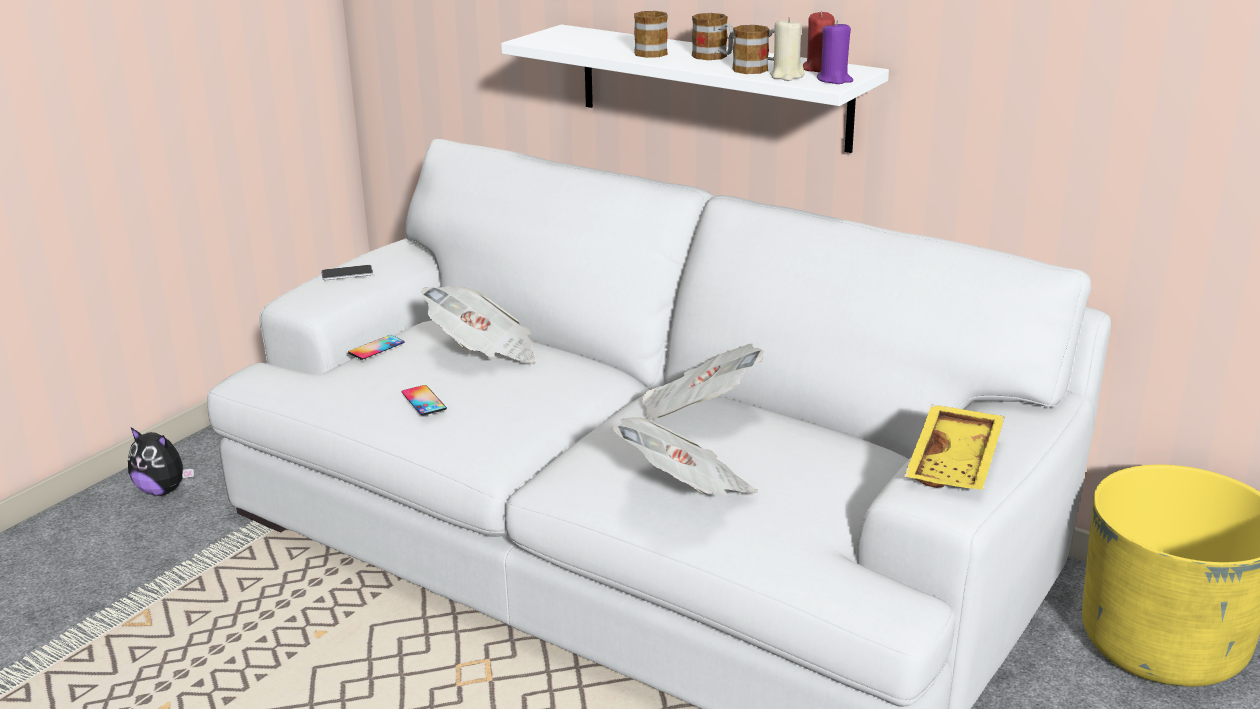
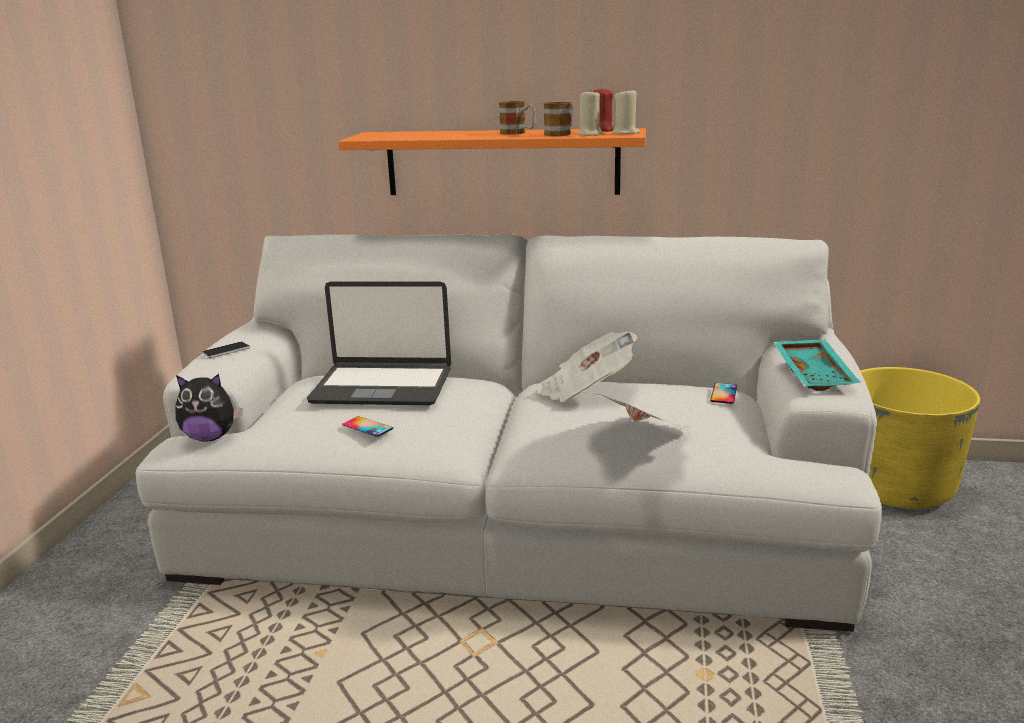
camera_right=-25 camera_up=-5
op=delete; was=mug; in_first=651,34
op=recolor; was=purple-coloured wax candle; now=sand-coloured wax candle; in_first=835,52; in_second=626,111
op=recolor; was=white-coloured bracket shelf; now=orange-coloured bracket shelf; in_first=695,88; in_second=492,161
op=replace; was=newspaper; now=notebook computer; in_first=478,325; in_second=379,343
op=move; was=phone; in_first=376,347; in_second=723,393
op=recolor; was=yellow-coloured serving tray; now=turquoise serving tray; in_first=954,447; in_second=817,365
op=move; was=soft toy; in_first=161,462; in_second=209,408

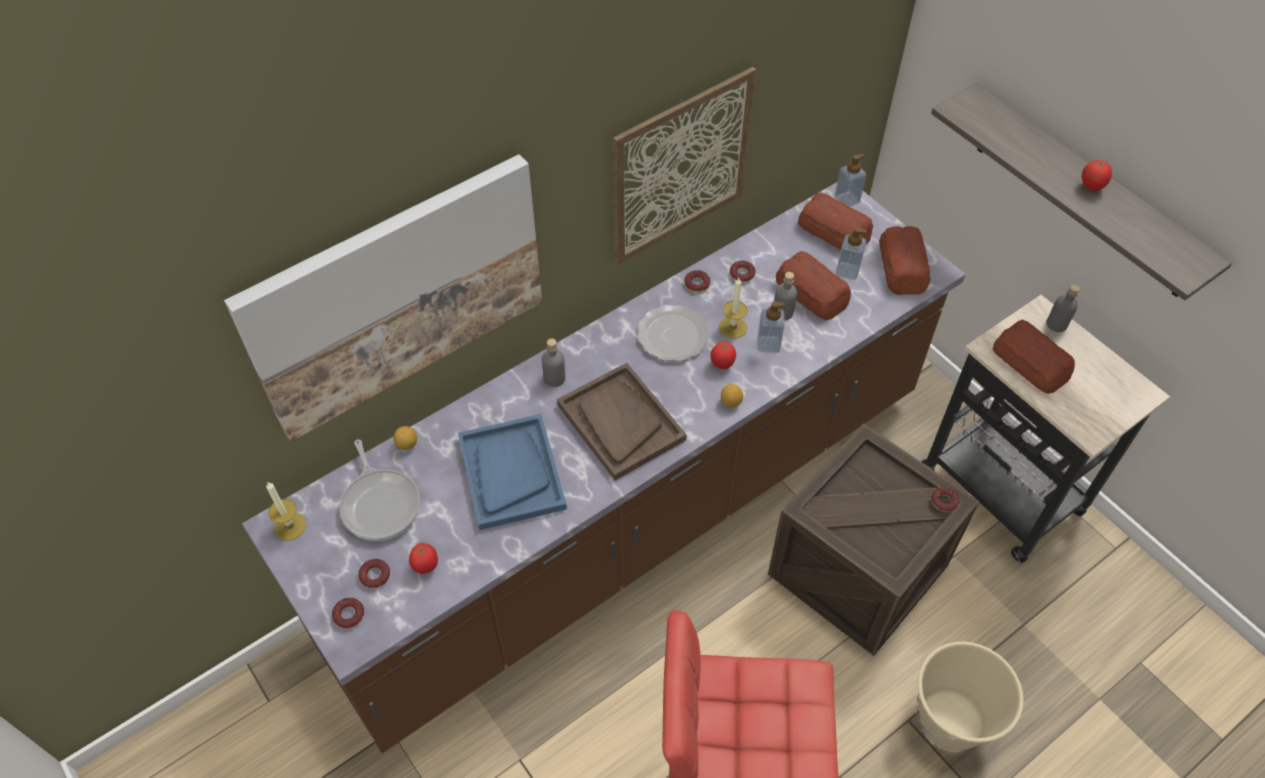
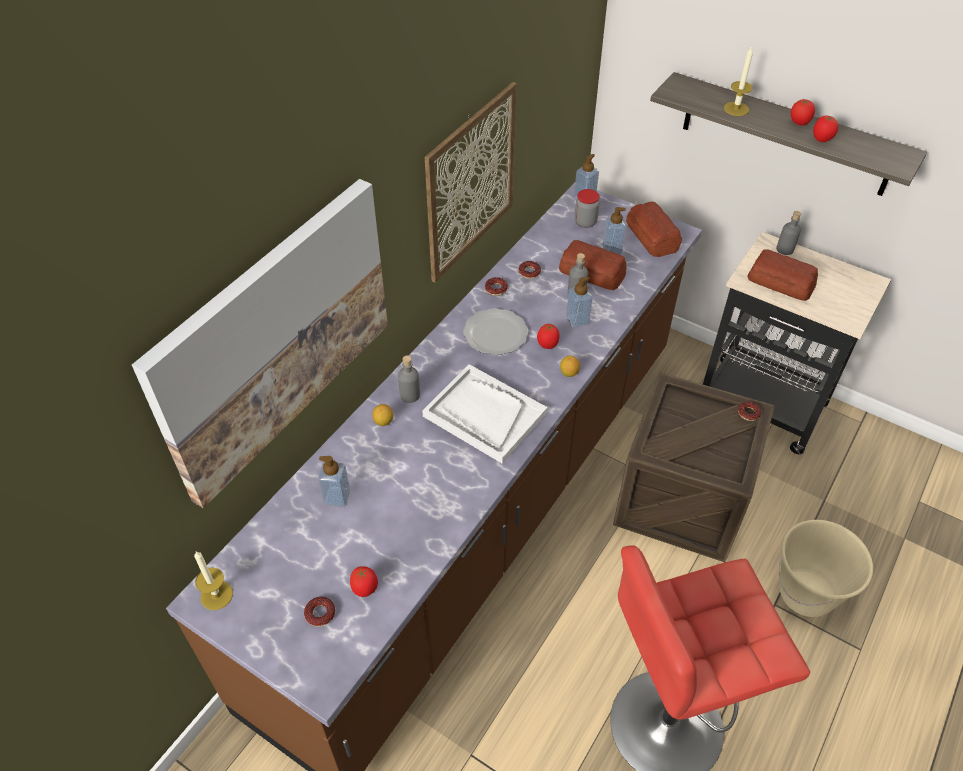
camera_right=-20 camera_up=-5
op=replace; was=bread; now=storage jar; in_first=835,221; in_second=587,208
op=move; was=wax candle; in_first=733,308; in_second=738,81
op=recolor; was=brownish serving tray; now=white-coloured serving tray; in_first=622,421; in_second=484,414
op=delete; was=blue-coloured serving tray; in_first=512,472
op=move; was=lemon; in_first=405,438; in_second=382,415
op=delete; was=skillet; in_first=379,490
op=delete; was=doughnut; in_first=348,613
op=insert; now=tomato; in_second=825,128
op=insert; now=soap dispenser; in_second=334,481

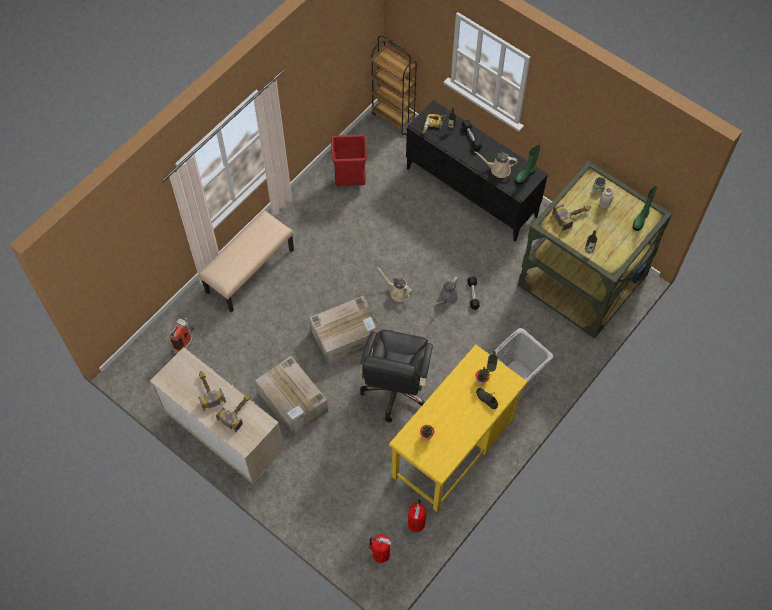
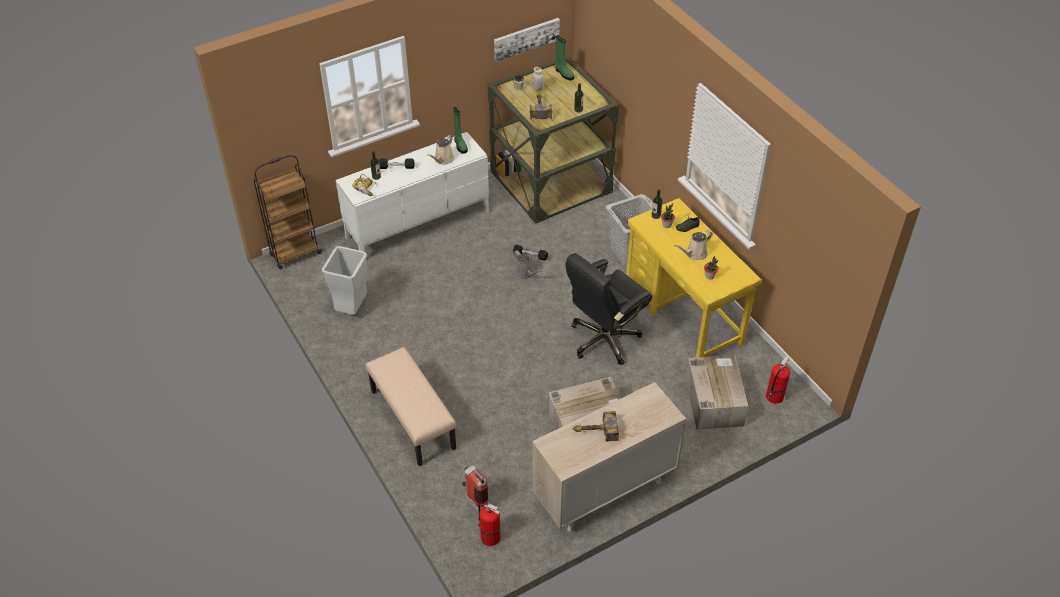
camera_right=-70 camera_up=-15
op=recolor; was=black-coloured chest of drawers; now=white-coloured chest of drawers; in_first=477,171; in_second=412,192
op=recolor; was=red waste bin; now=greyish waste bin; in_first=349,160; in_second=344,280
op=move; was=sand-coloured sprinkling can; in_first=395,284; in_second=693,245
op=move; was=carton; in_first=345,330; in_second=716,392
op=rotate; was=black-coloured office chair; in_first=396,376; in_second=609,309; clockwise=105
op=delete; was=hand hammer; in_first=233,413
op=move; was=fire extinguisher; in_first=417,515; in_second=489,524
op=insert; now=wall picture; in_second=527,40

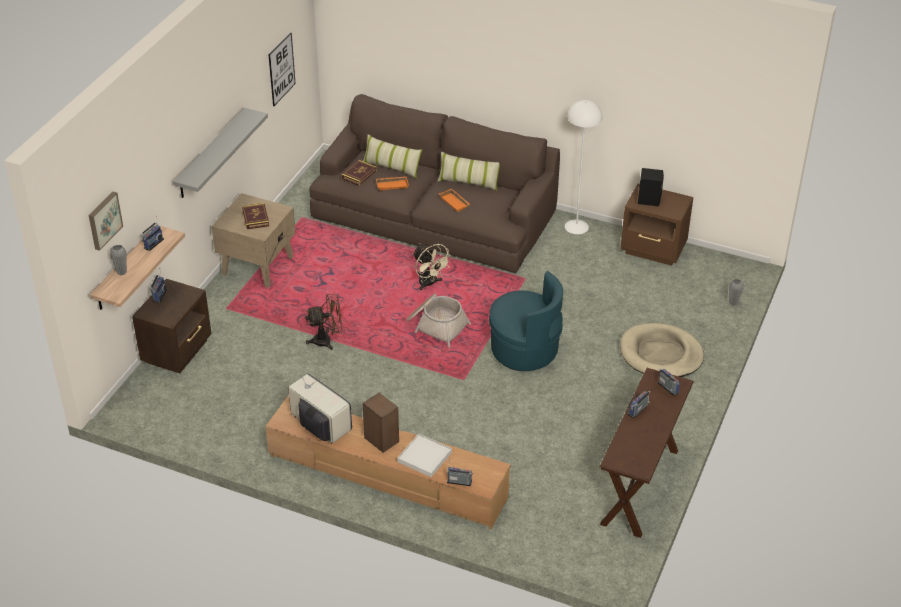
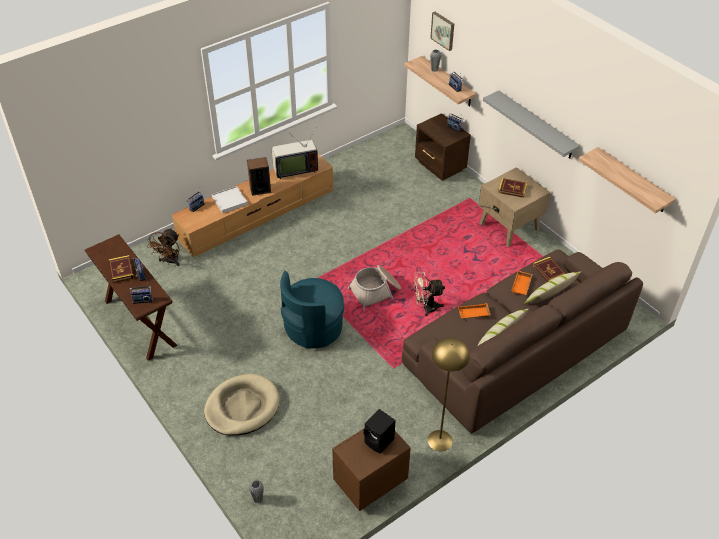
camera_right=120 camera_up=5
op=replace; was=wall picture; now=bracket shelf; in_first=282,69; in_second=627,180
op=recolor; was=white-coloured standing lamp; now=yellow-coloured standing lamp; in_first=583,167; in_second=448,394
op=move; was=brownish electric fan; in_first=324,322; in_second=163,247
op=insert; now=book; in_second=121,269

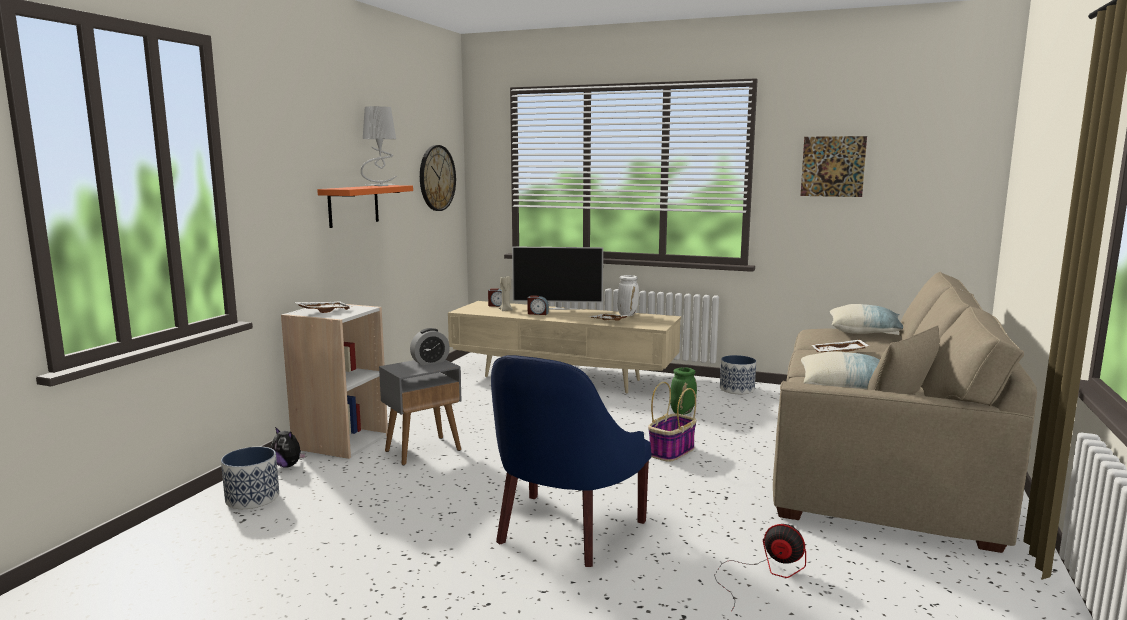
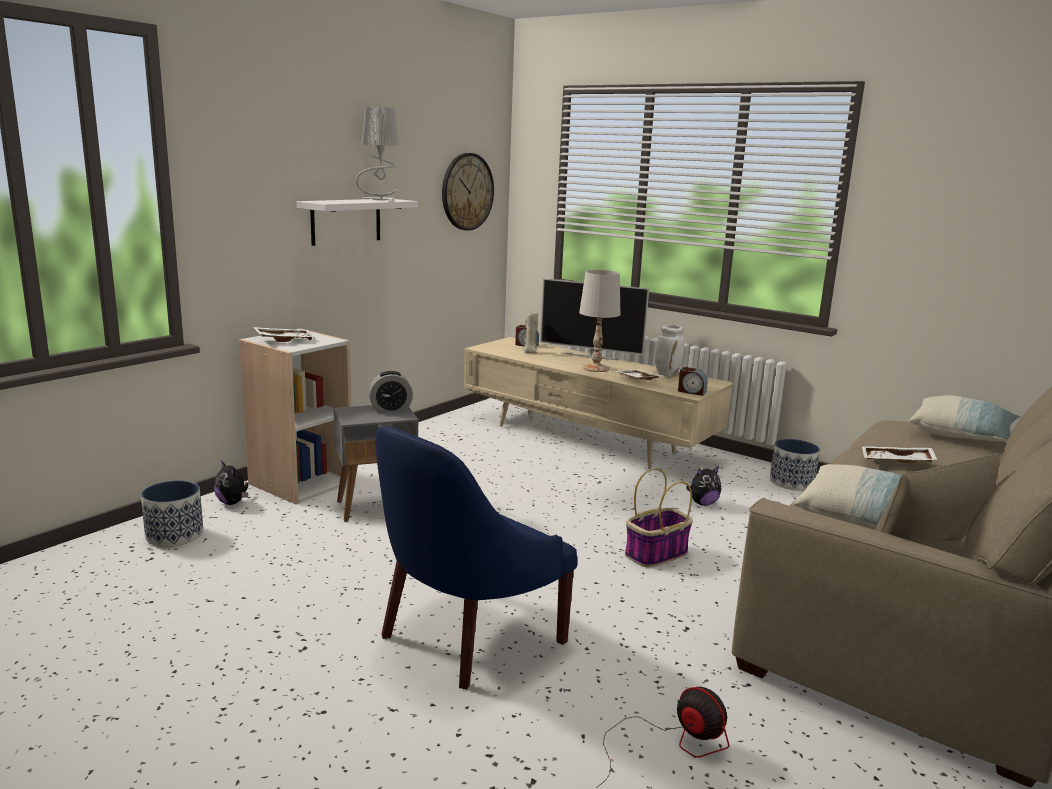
camera_right=15 camera_up=5
op=delete; was=wall picture; in_first=834,166
op=recolor; was=orange-coloured bracket shelf; now=white-coloured bracket shelf; in_first=365,206; in_second=357,222
op=move; was=bedside clock; in_first=538,305; in_second=692,381
op=replace; was=greenish decorative vase; now=soft toy; in_first=683,391; in_second=703,486
op=insert; now=white-coloured lamp for a table; in_second=600,321

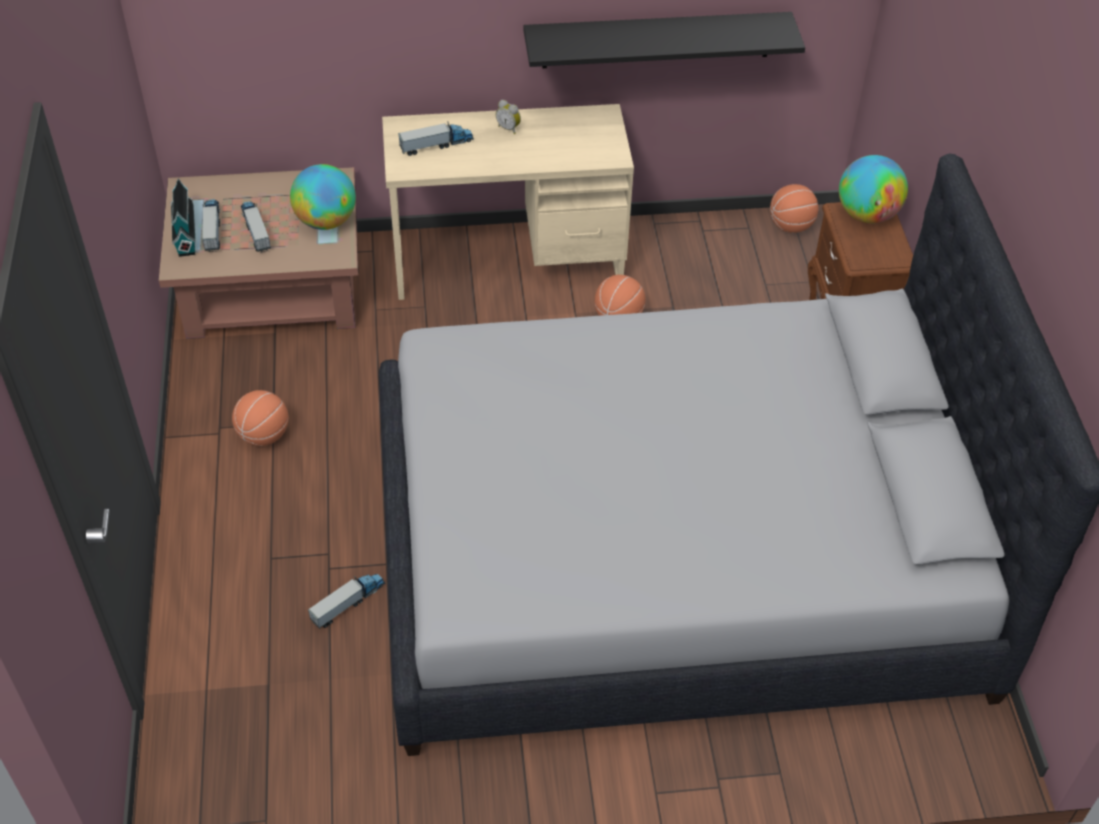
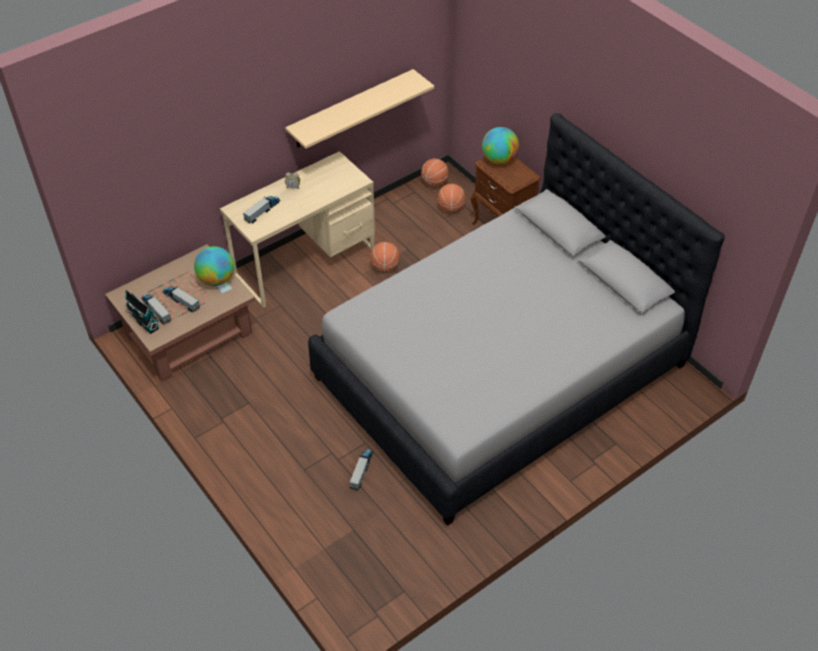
camera_right=-30 camera_up=0
op=recolor; was=black-coloured bracket shelf; now=sand-coloured bracket shelf; in_first=664,40; in_second=359,109
op=move; was=basketball ball; in_first=260,418; in_second=451,198

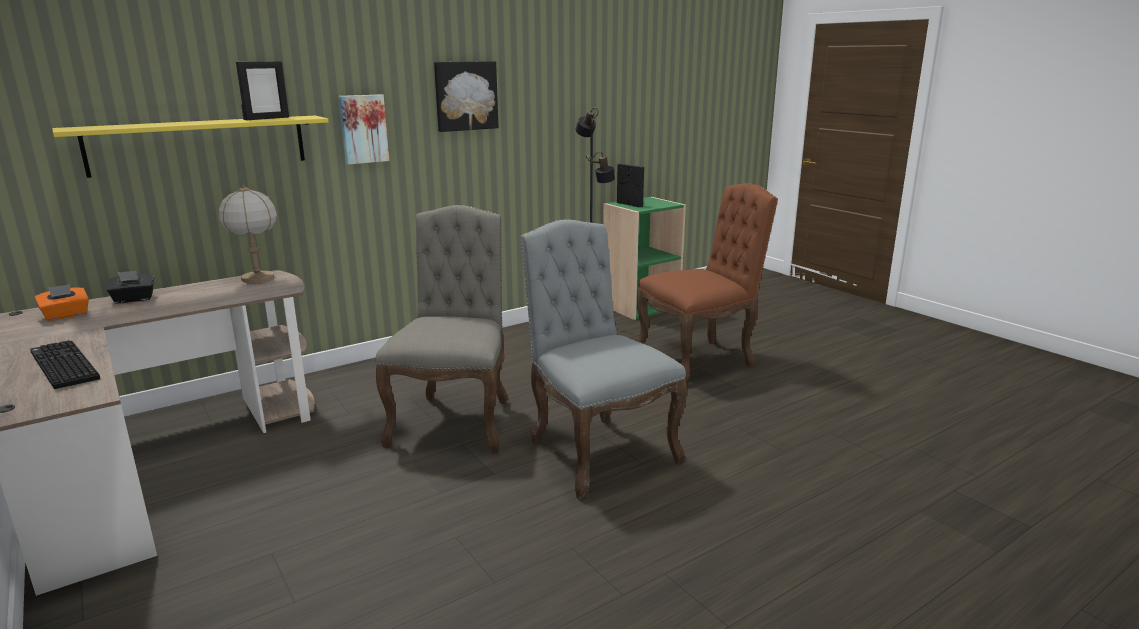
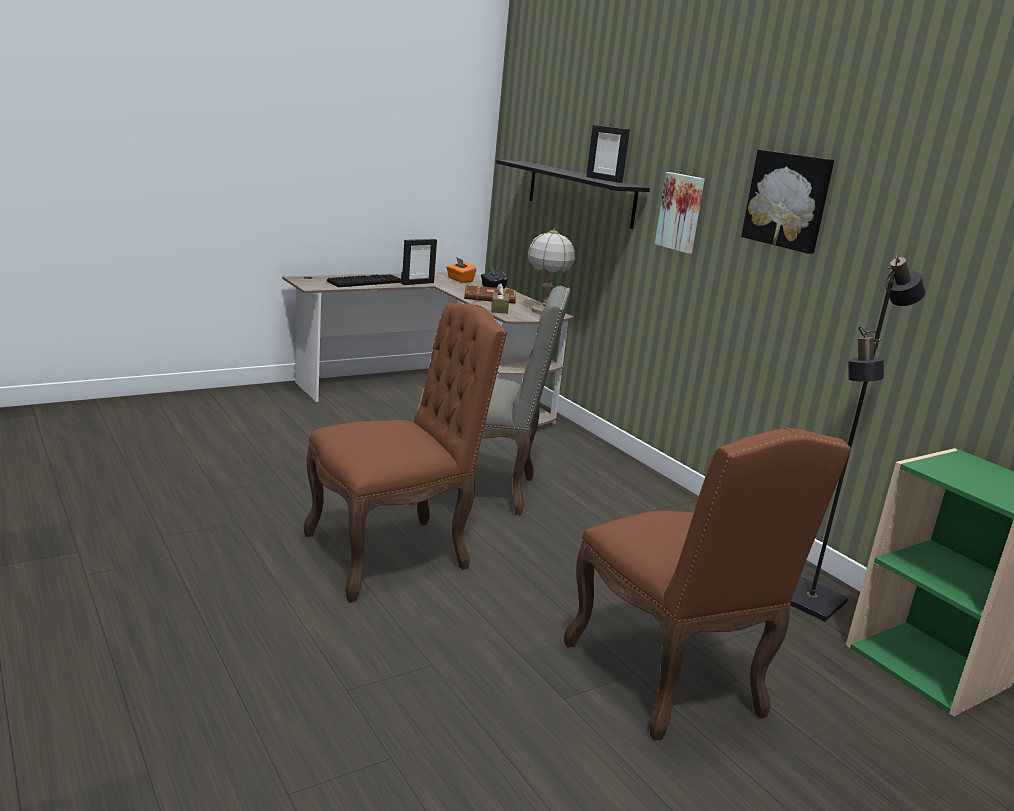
camera_right=90 camera_up=0
op=recolor; was=yellow-coloured bracket shelf; now=black-coloured bracket shelf; in_first=190,147; in_second=573,194
op=move; was=picture frame; in_first=630,185; in_second=419,262
op=recolor; was=greyish chair; now=brownish chair; in_first=604,360; in_second=405,452
op=insert; now=brownish box of tissues; in_second=500,298
op=insert; now=brownish book; in_second=490,294

